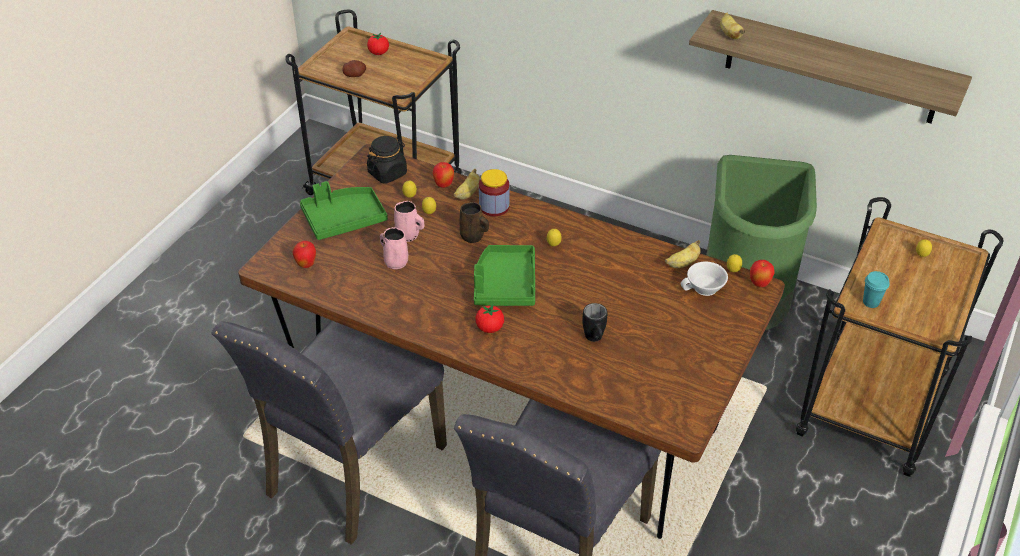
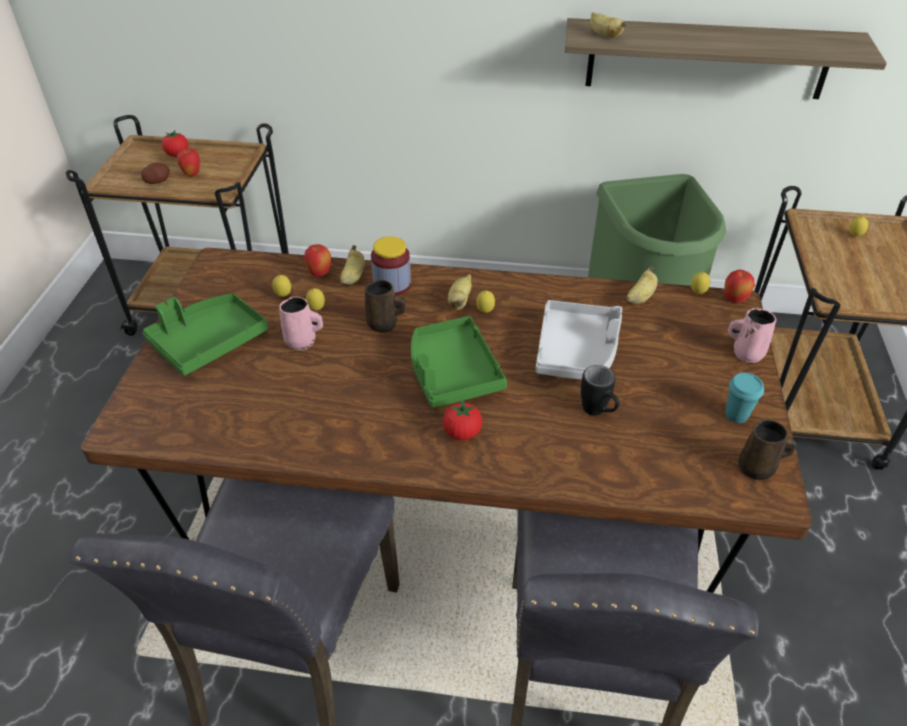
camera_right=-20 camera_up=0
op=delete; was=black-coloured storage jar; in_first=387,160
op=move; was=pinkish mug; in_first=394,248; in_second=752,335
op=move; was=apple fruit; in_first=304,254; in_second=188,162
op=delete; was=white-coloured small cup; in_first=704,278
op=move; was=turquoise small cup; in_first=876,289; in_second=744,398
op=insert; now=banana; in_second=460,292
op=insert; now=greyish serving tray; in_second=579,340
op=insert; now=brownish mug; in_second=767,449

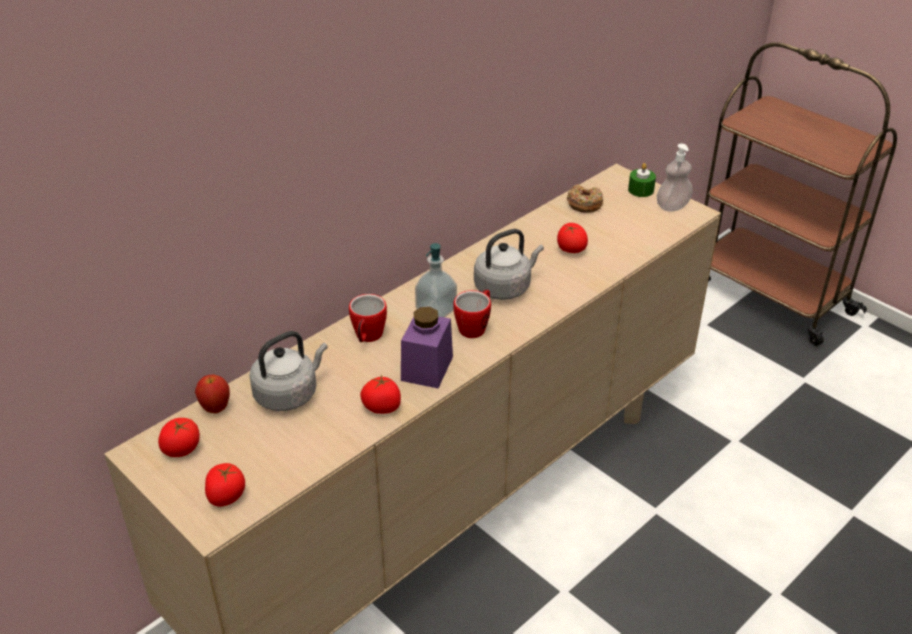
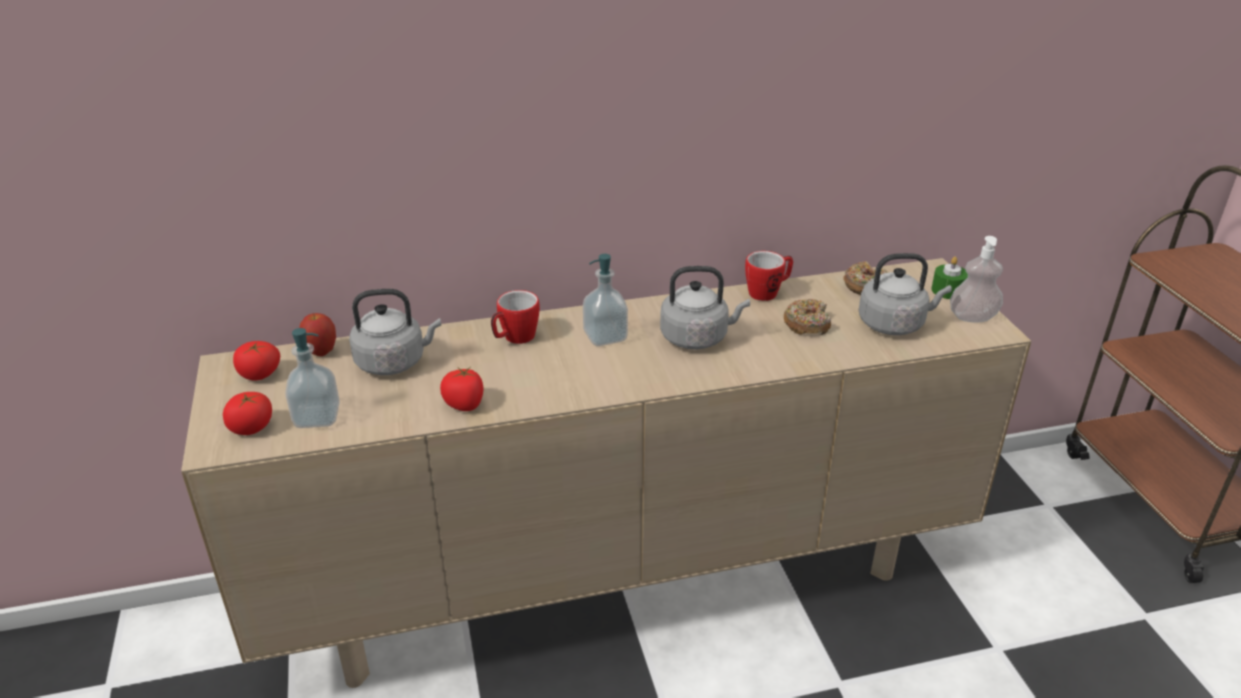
camera_right=30 camera_up=-5
op=replace; was=tomato; now=doughnut; in_first=572,238; in_second=807,317
op=move; was=mug; in_first=472,313; in_second=769,276
op=delete; was=purple-coloured storage jar; in_first=427,347
op=insert; now=greyish kettle; in_second=905,294
op=insert; now=soap dispenser; in_second=312,378

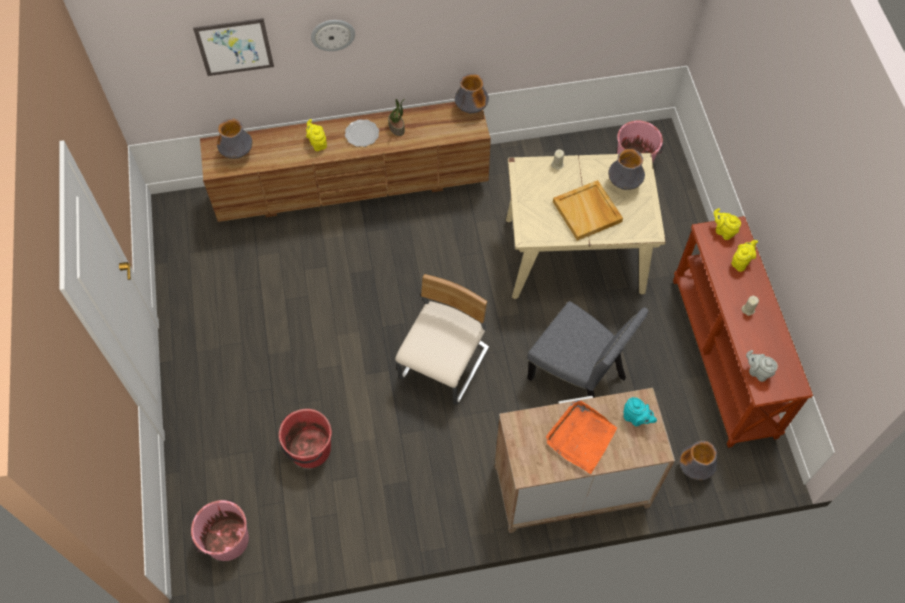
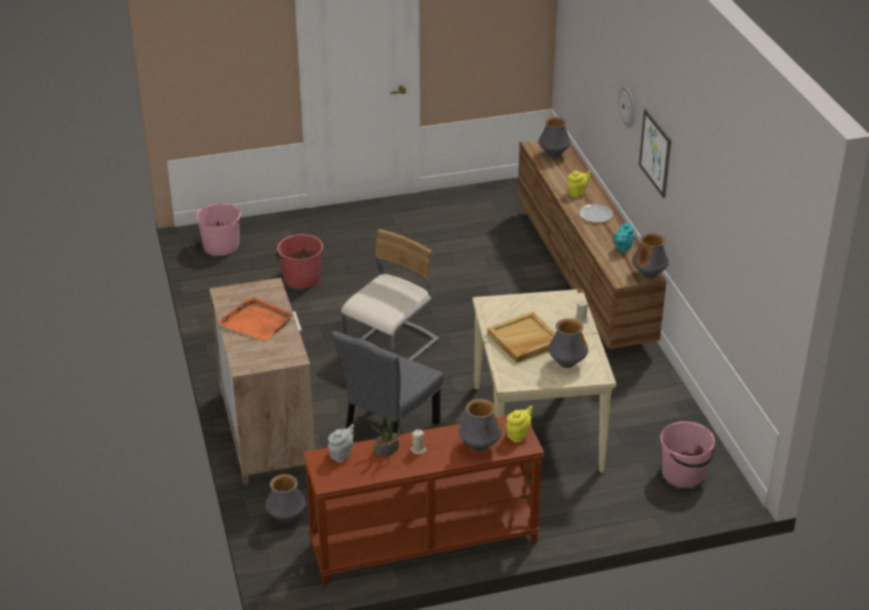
camera_right=85 camera_up=-25
op=move; was=wall picture; in_first=233,47; in_second=655,153
op=move; was=houseplant; in_first=396,117; in_second=385,434
op=replace; was=yellow-coloured tea pot; now=decorative vase; in_first=744,256; in_second=480,425
op=rotate; was=sand-coloured chair; in_first=442,339; in_second=390,295; clockwise=-75
op=move; was=turquoise tea pot; in_first=640,412; in_second=623,237

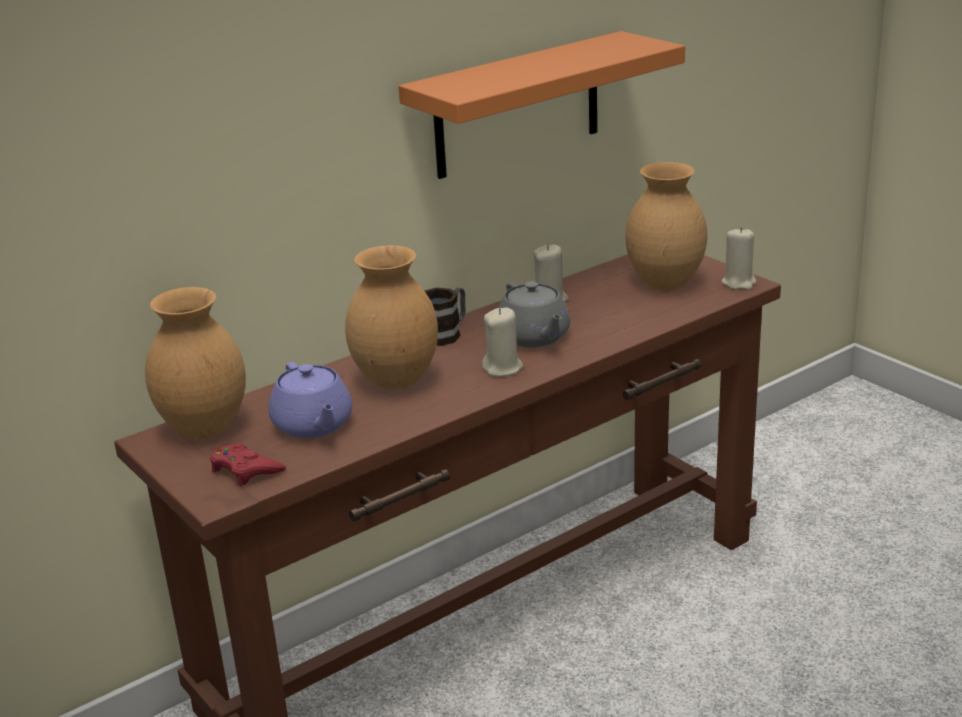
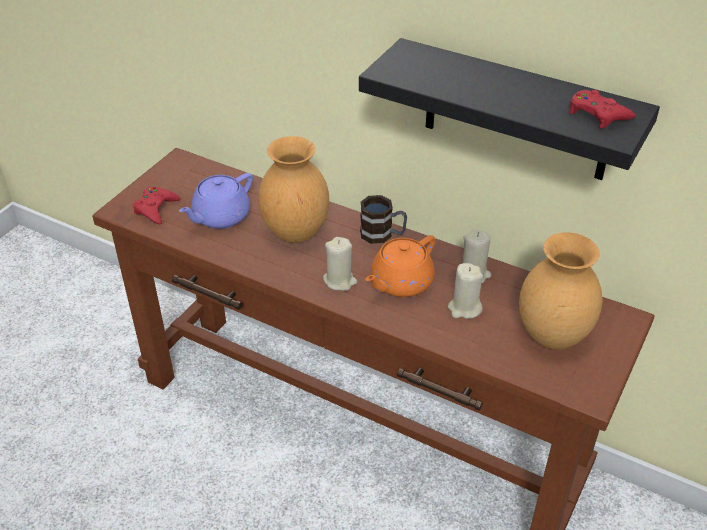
camera_right=65 camera_up=15
op=recolor; was=orange-coloured bracket shelf; now=black-coloured bracket shelf; in_first=541,105; in_second=509,109
op=move; was=sand-coloured wax candle; in_first=739,258; in_second=465,291
op=recolor; was=greyish tea pot; now=orange-coloured tea pot; in_first=534,314; in_second=400,266
op=delete; was=brownish decorative vase; in_first=195,363
op=insert; now=red gamepad; in_second=602,109

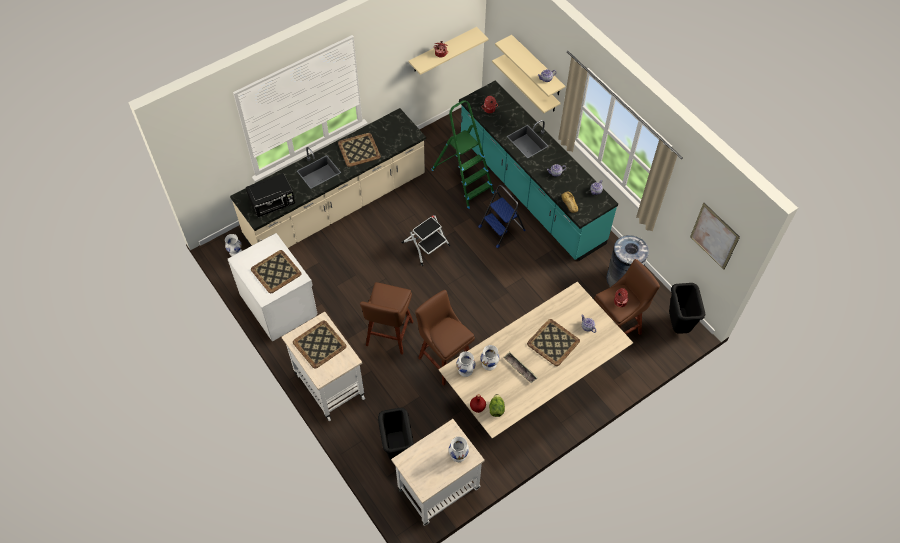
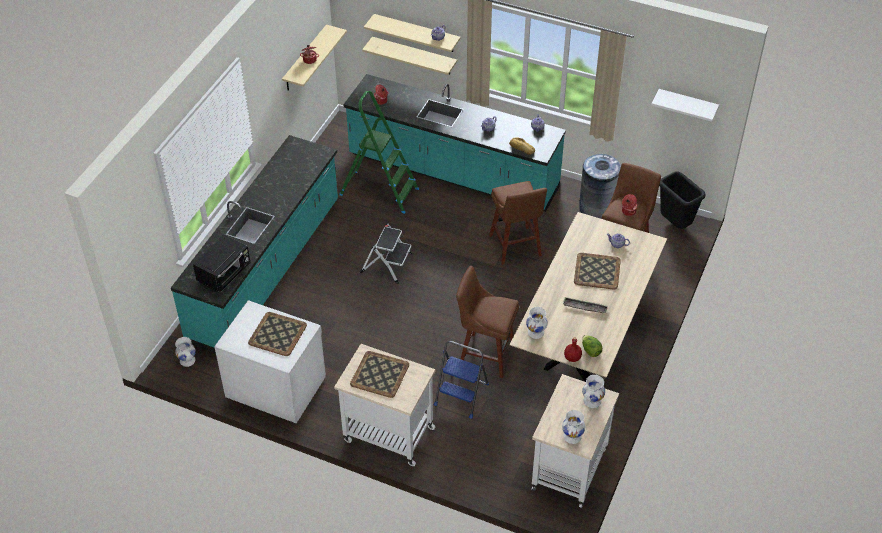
camera_right=-30 camera_up=-10
op=recolor; was=sand-coloured kitchen base unit; now=turquoise kitchen base unit; in_first=328,178; in_second=254,244
op=delete; was=serving tray; in_first=359,150
op=move; was=blue-coloured step ladder; in_first=502,216; in_second=461,380
op=replace; was=wall picture; now=white-coloured bracket shelf; in_first=715,236; in_second=685,105
op=move; was=brownish sitting stool; in_first=387,318; in_second=518,223
op=move; was=white-coloured decorative vase; in_first=490,357; in_second=573,427
op=delete; was=black-coloured waste bin; in_first=396,434

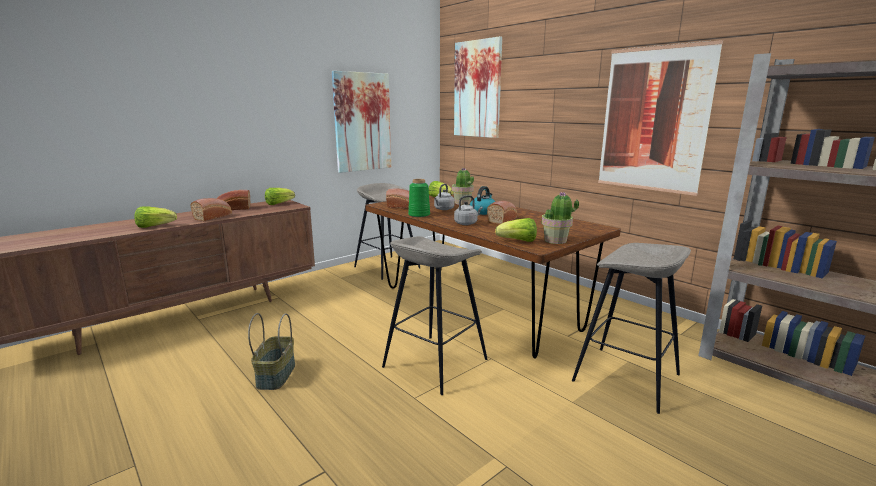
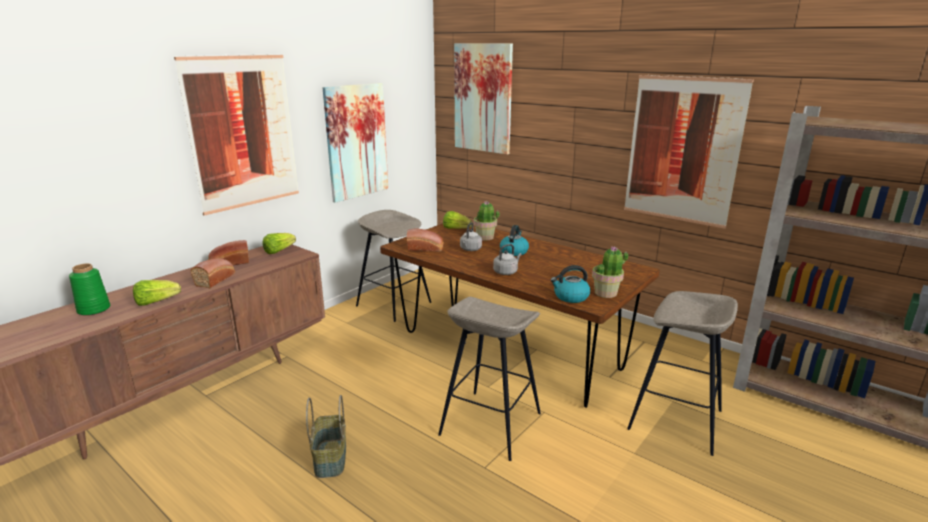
camera_right=-10 camera_up=5
op=move; was=greenish decorative vase; in_first=419,198; in_second=89,289
op=delete; was=bread; in_first=502,212
op=replace; was=lettuce; now=kettle; in_first=516,230; in_second=570,284
op=insert; now=wall picture; in_second=236,135

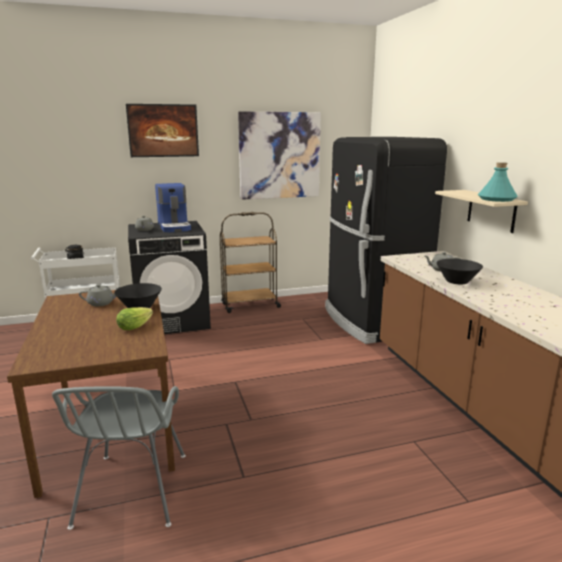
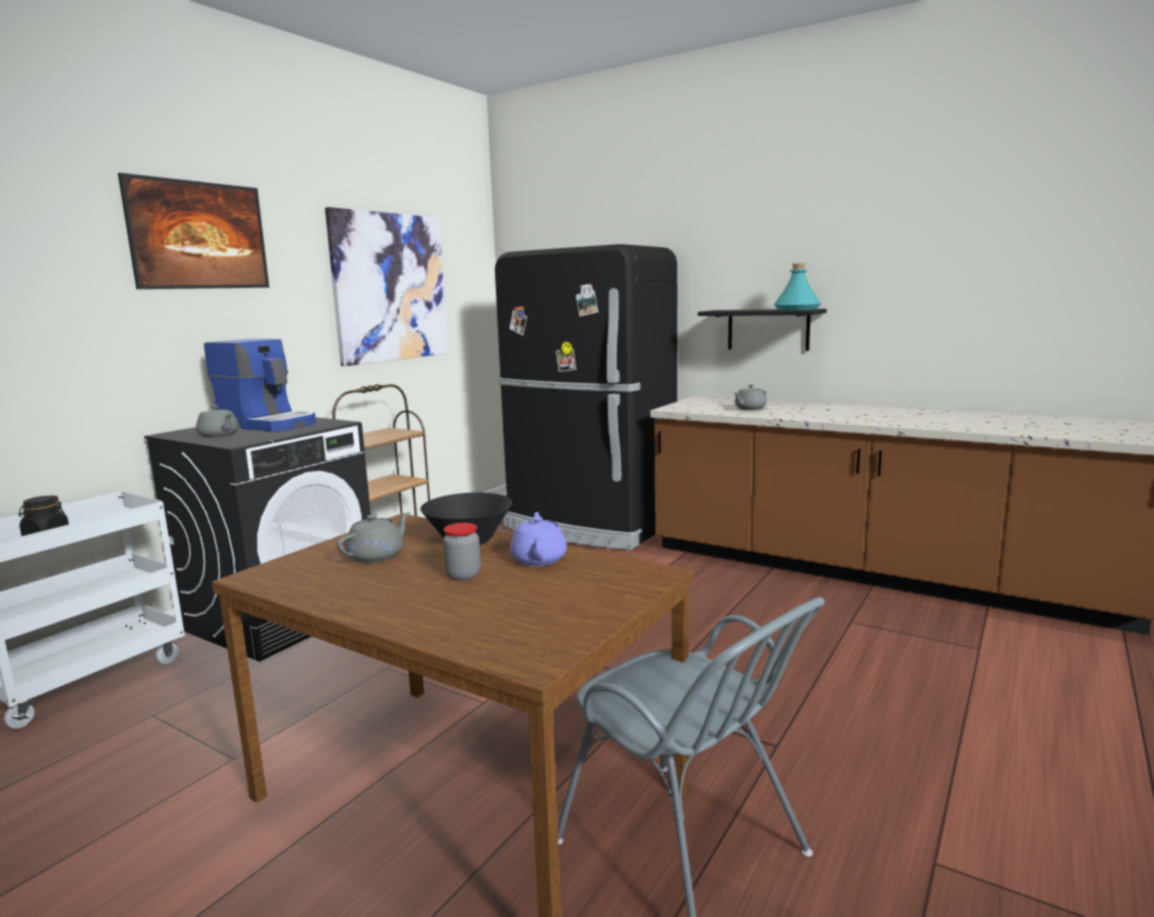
camera_right=-40 camera_up=-5
op=recolor; was=sand-coloured bracket shelf; now=black-coloured bracket shelf; in_first=481,211; in_second=762,330
op=delete; was=black-coloured serving bowl; in_first=459,271
op=replace; was=lettuce; now=purple-coloured tea pot; in_first=134,318; in_second=538,539
op=insert; now=storage jar; in_second=462,551

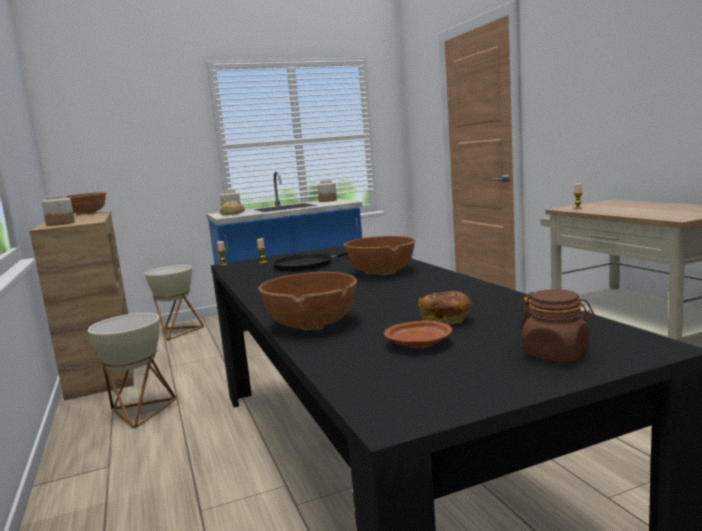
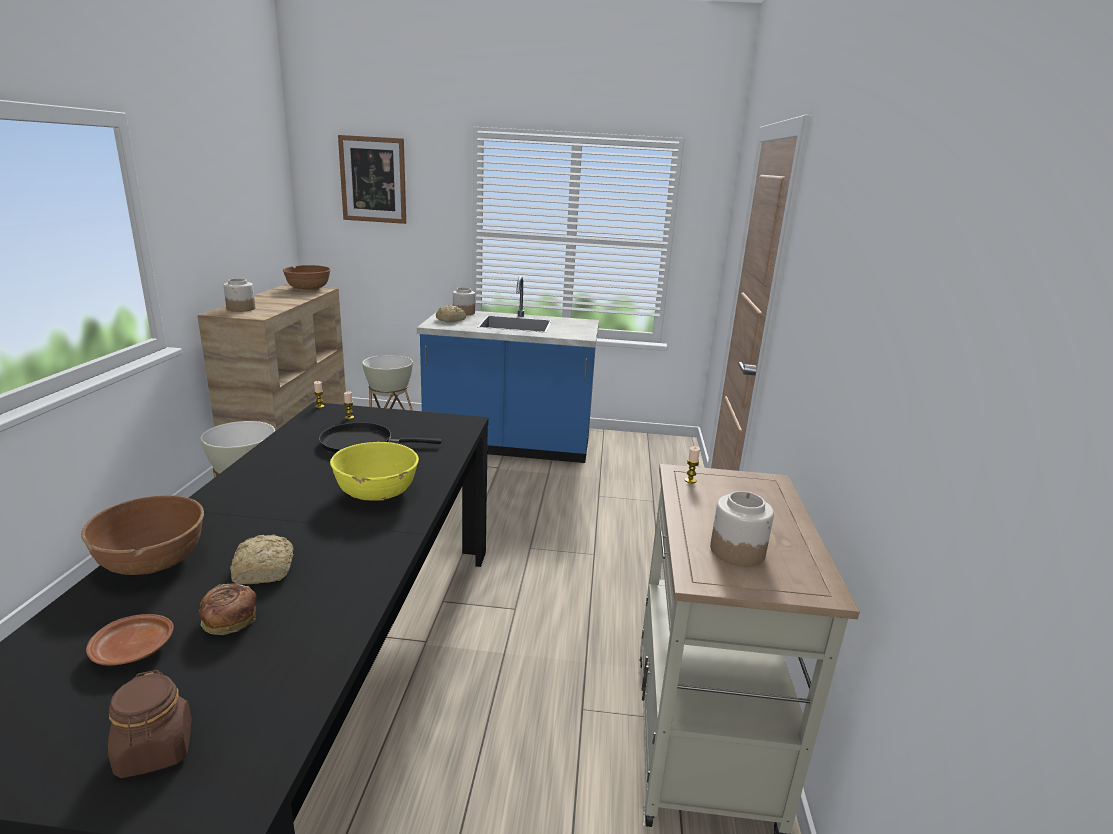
camera_right=25 camera_up=10
op=move; was=storage jar; in_first=327,191; in_second=742,529
op=recolor; was=brownish serving bowl; now=yellow-coloured serving bowl; in_first=379,255; in_second=374,471
op=insert; now=wall picture; in_second=372,179
op=insert; now=bread; in_second=261,559

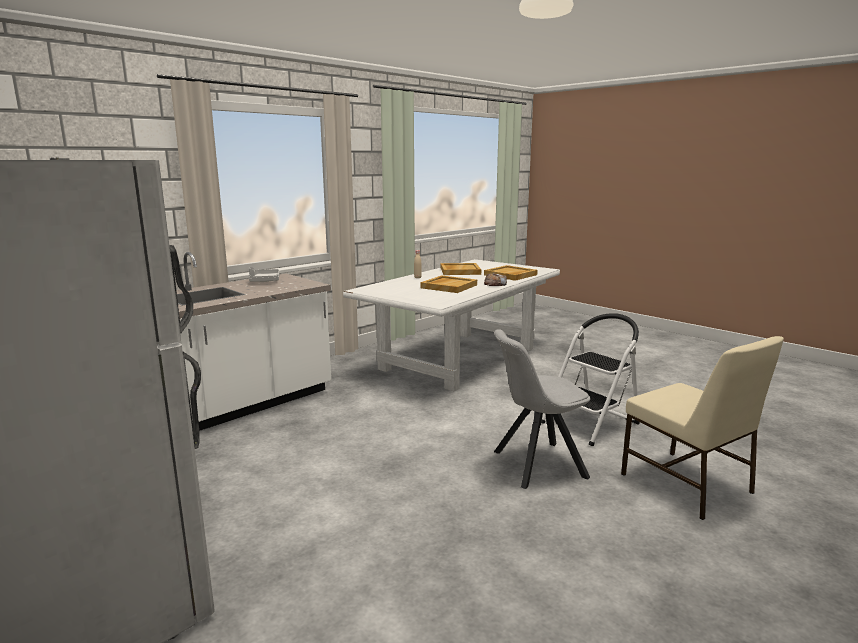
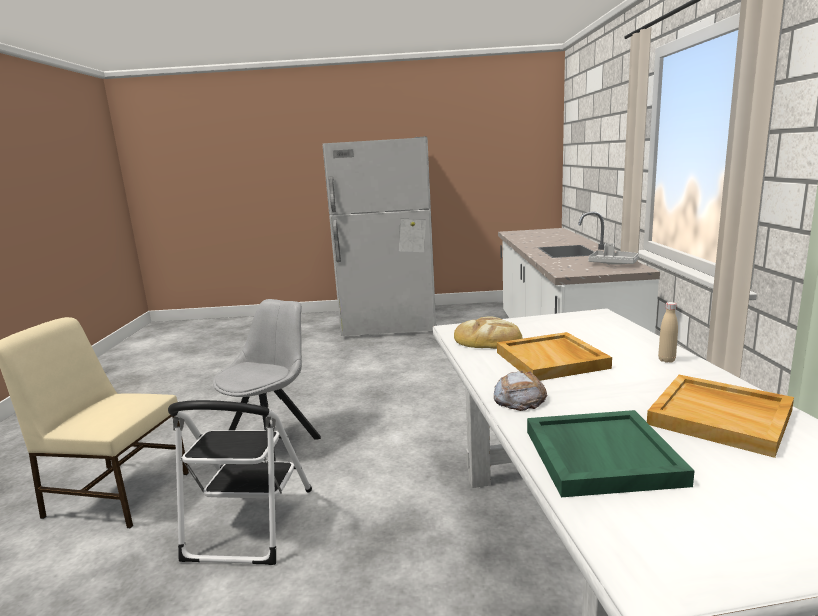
camera_right=135 camera_up=0
op=recolor; was=sand-coloured serving tray; now=greenish serving tray; in_first=511,273; in_second=611,453
op=insert; now=bread; in_second=488,332

